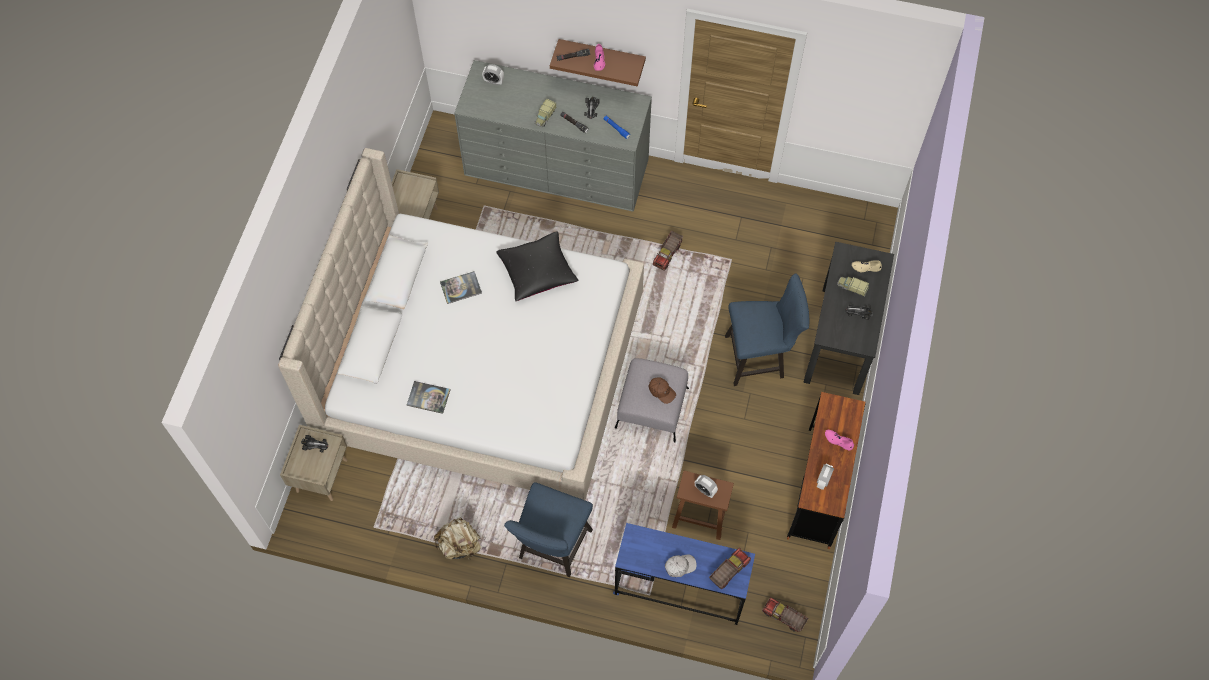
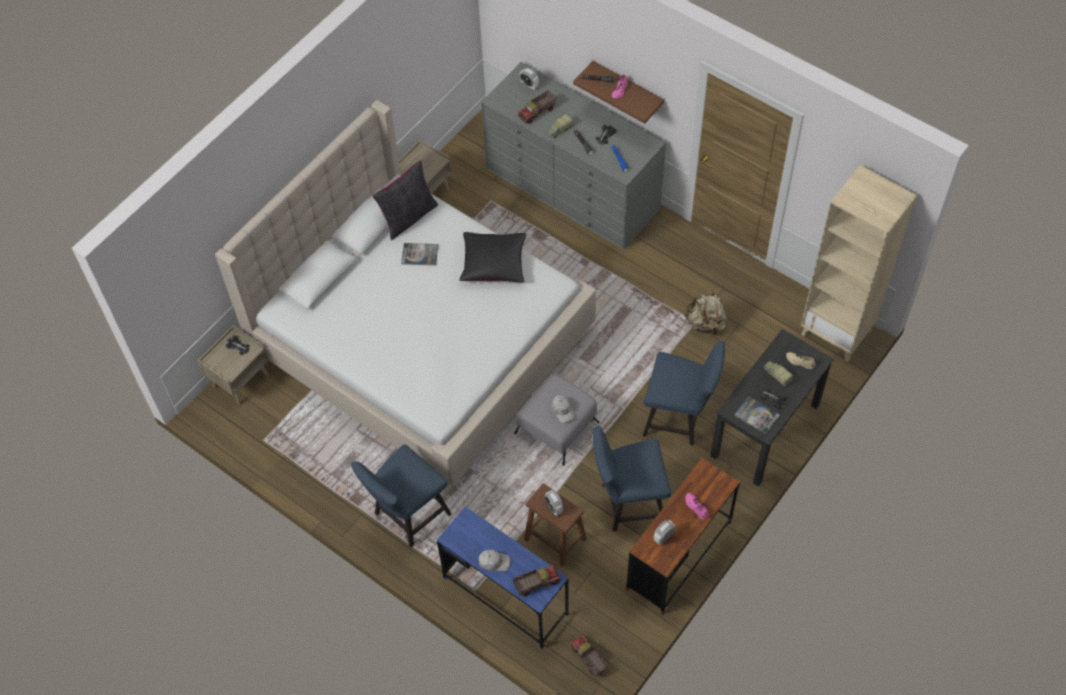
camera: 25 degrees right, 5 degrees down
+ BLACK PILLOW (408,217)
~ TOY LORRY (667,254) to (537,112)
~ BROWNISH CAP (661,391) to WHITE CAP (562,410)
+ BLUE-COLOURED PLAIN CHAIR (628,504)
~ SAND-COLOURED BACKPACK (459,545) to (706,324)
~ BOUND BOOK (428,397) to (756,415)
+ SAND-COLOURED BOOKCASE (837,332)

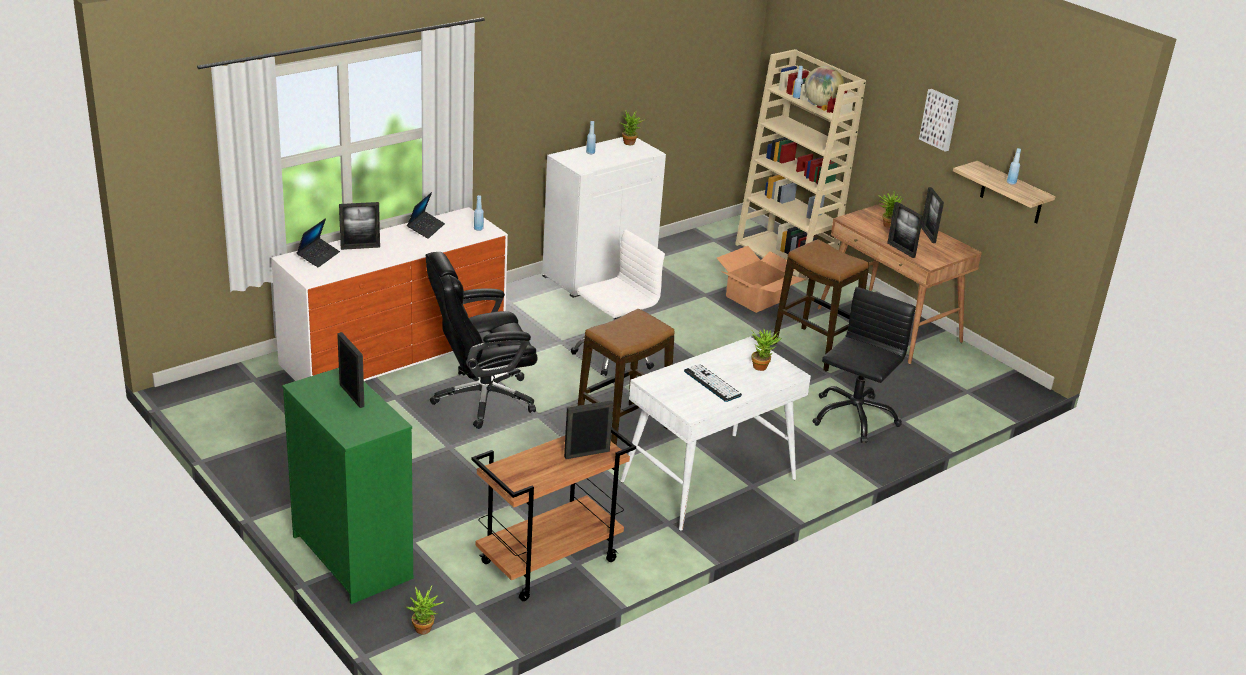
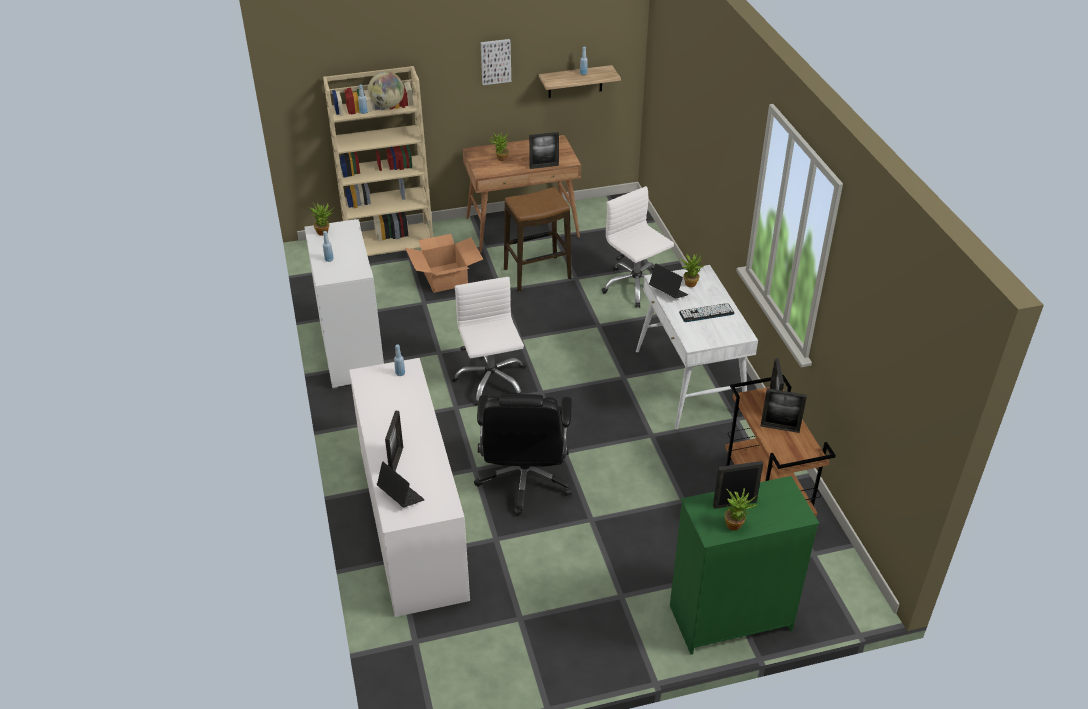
camera: 65 degrees left, 10 degrees up
~ BLACK DESK CHAIR (853,416) to WHITE DESK CHAIR (635,286)
~ LAPTOP (426,228) to (668,292)
~ POTTED PLANT (425,631) to (736,524)
~ PHOTO FRAME (928,235) to (780,428)
- SITTING STOOL (622,429)

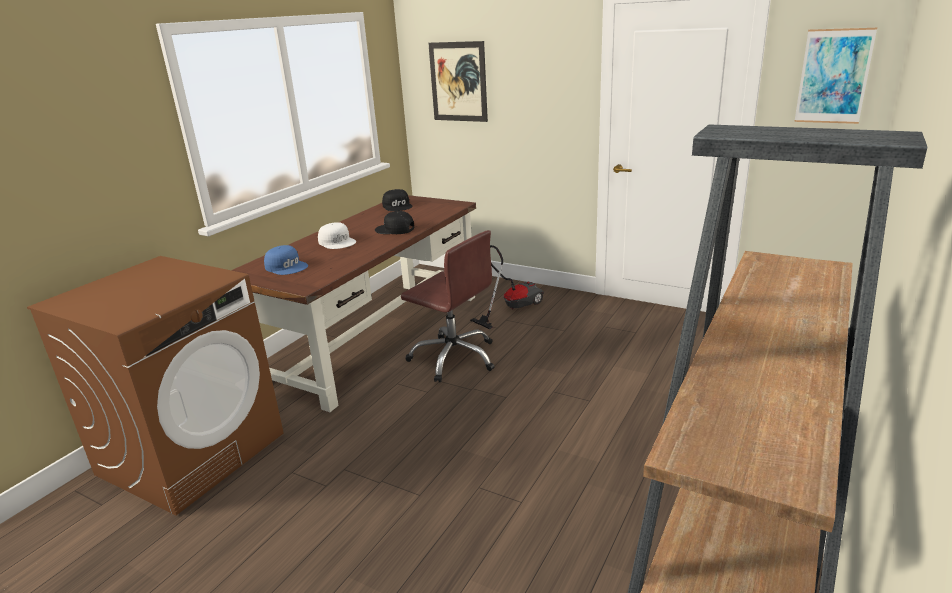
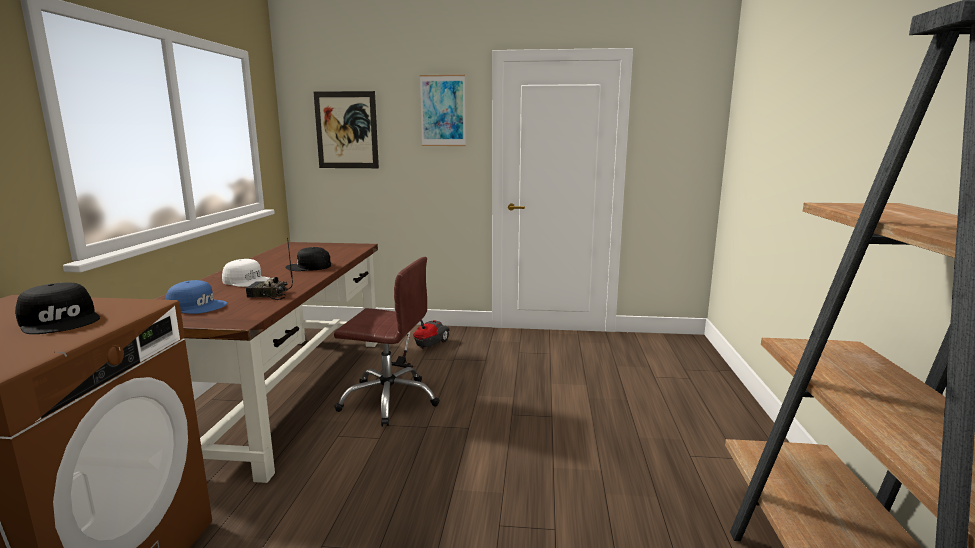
camera: 25 degrees left, 10 degrees down
~ BLACK CAP (398,206) to (61,320)
+ RADIO (268,295)
~ WALL ART (833,76) to (443,111)

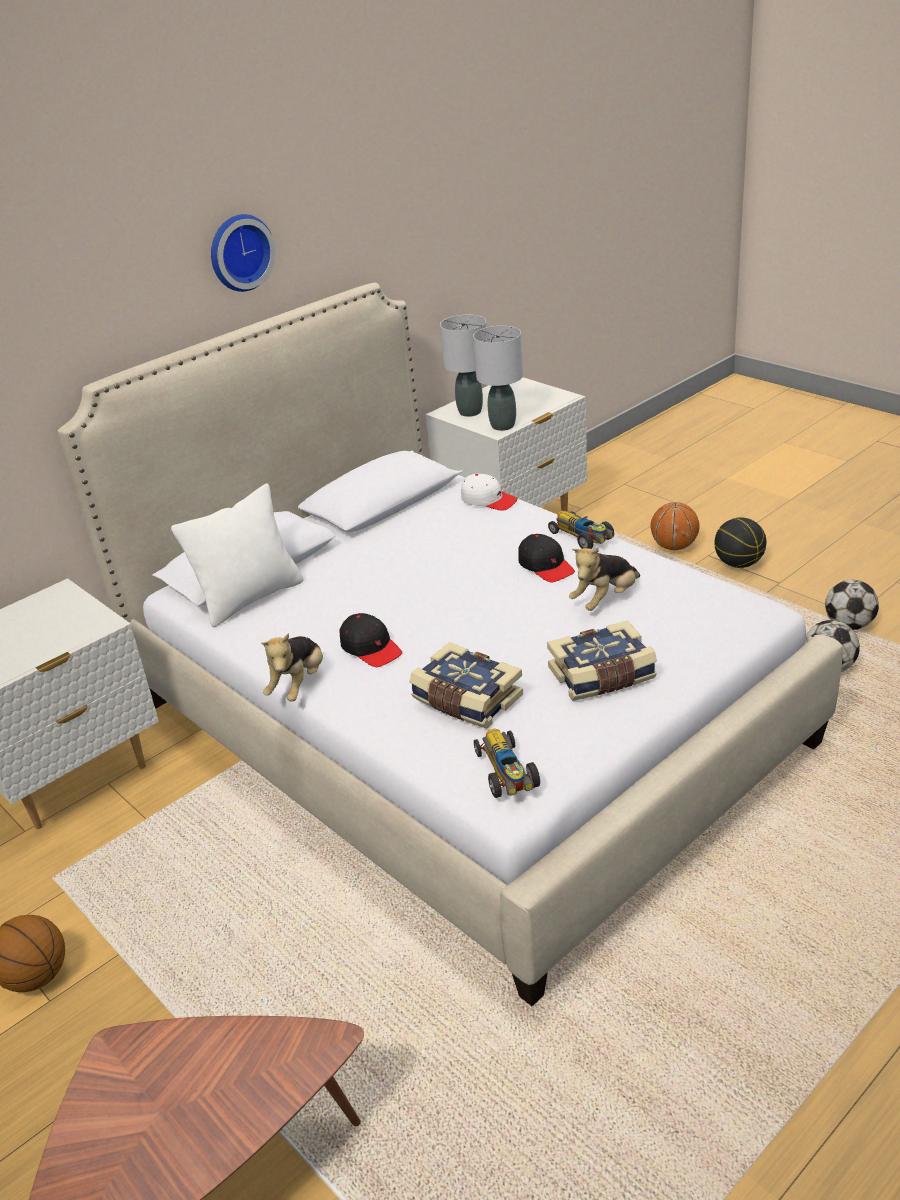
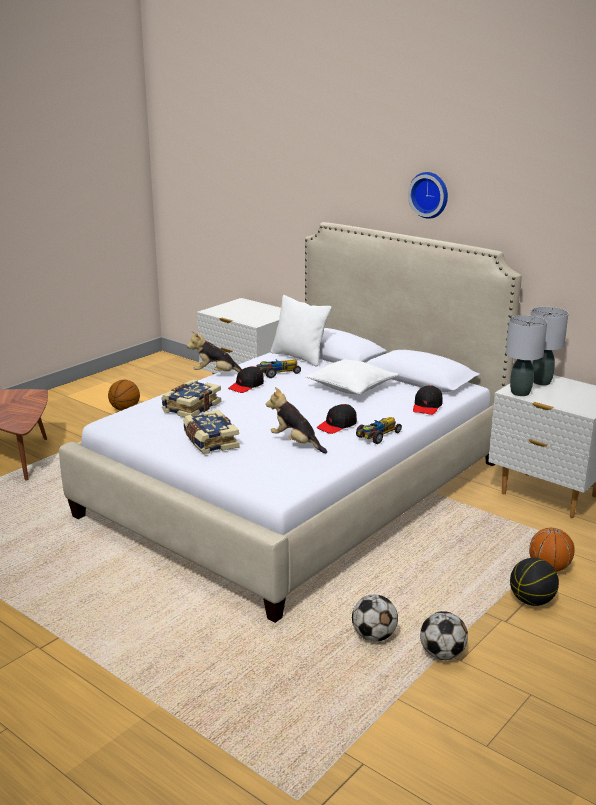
camera: 80 degrees right, 10 degrees down
~ TOY CAR (507,774) to (277,373)
+ WHITE PILLOW (351,387)
~ WHITE CAP (488,500) to BLACK CAP (427,406)

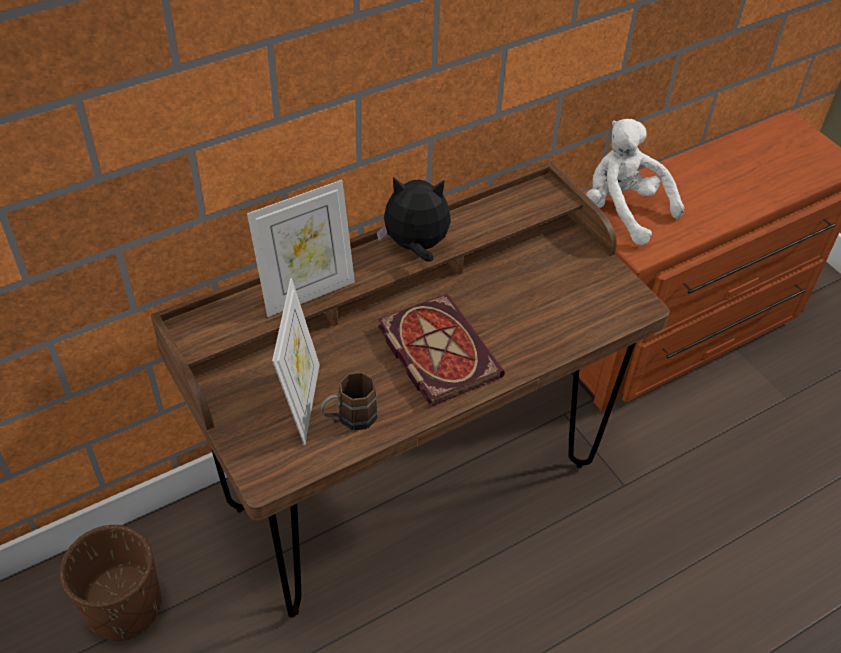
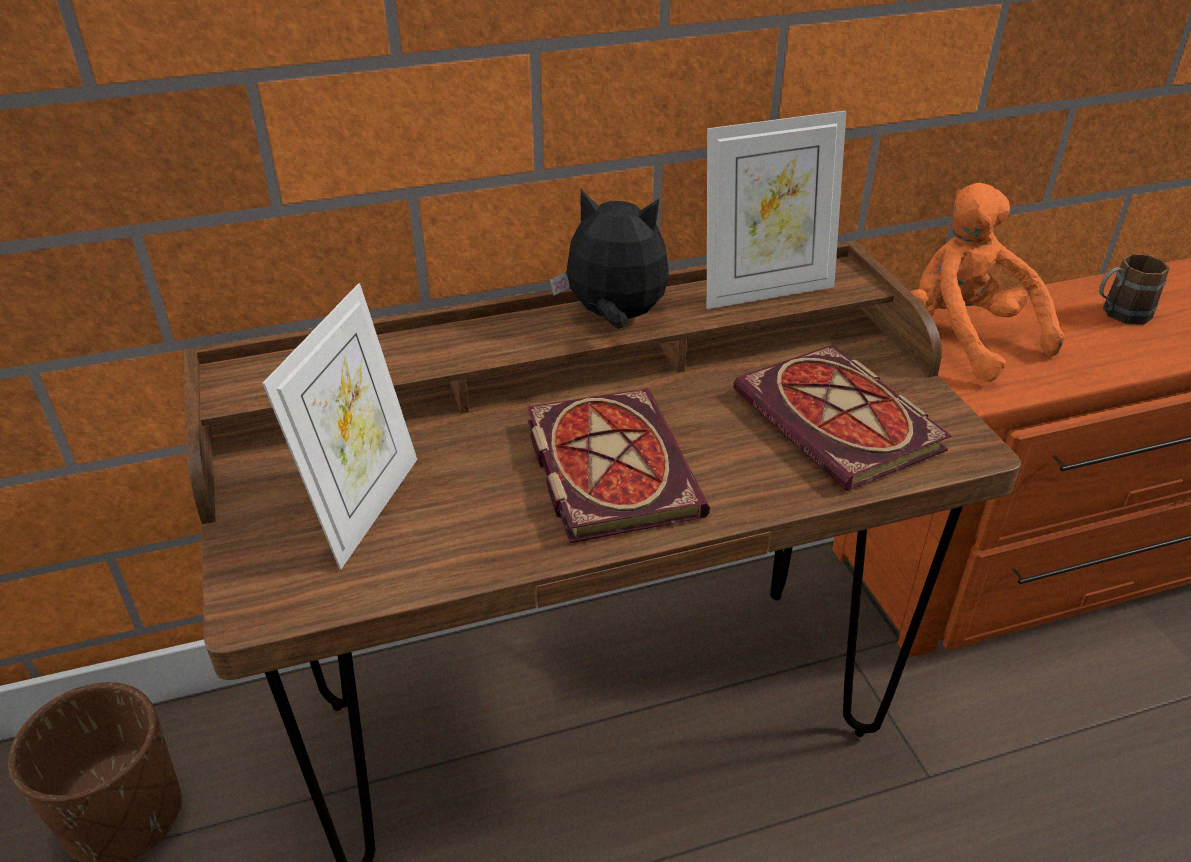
camera: 15 degrees right, 10 degrees down
~ PHOTO FRAME (307,292) to (765,290)
+ BOUND BOOK (843,423)
~ WHITE SOFT TOY (623,211) to ORANGE SOFT TOY (964,338)
~ BROWNISH MUG (349,419) to (1118,314)

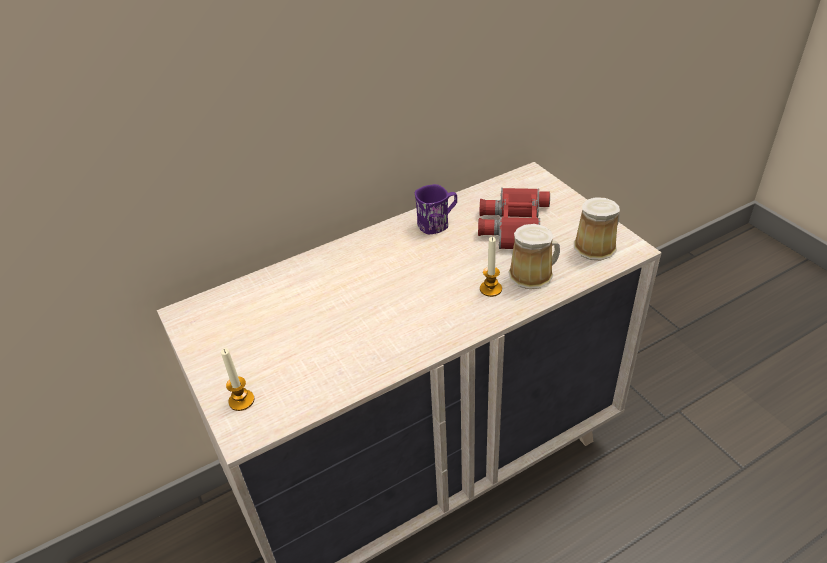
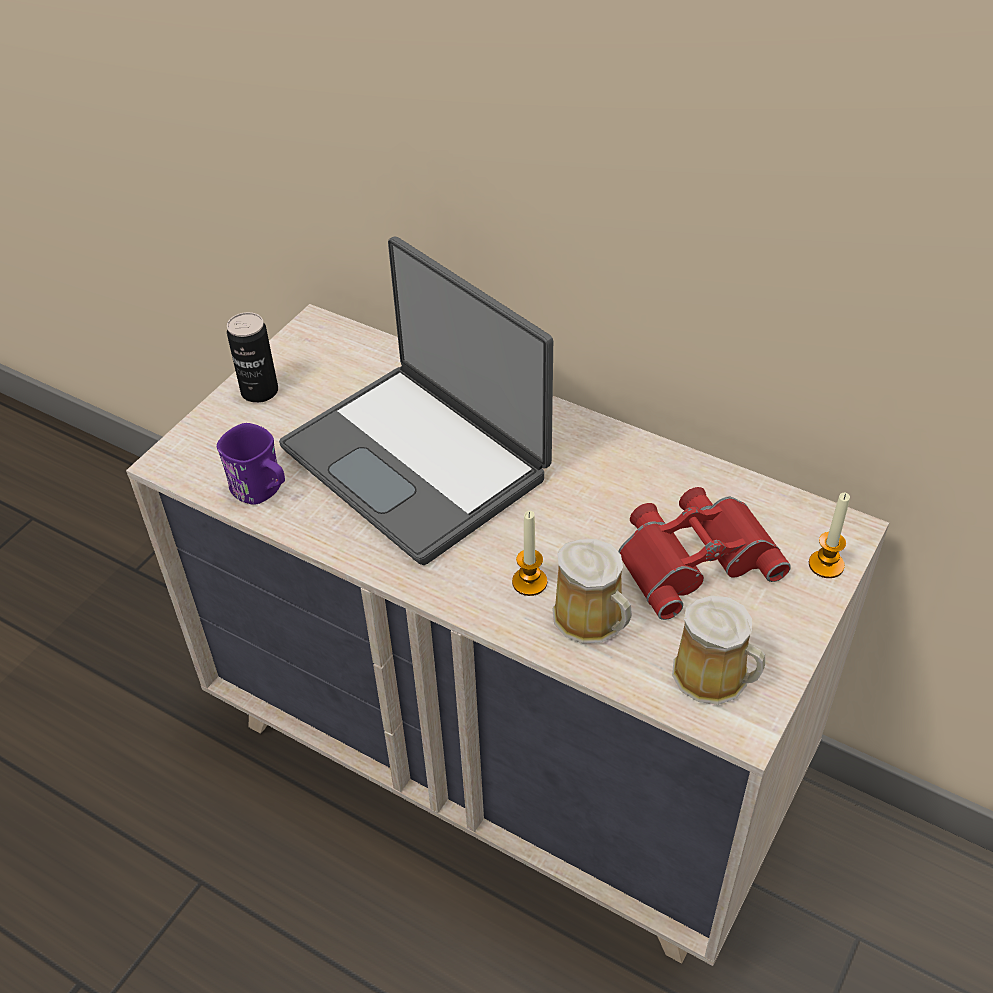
camera: 60 degrees right, 5 degrees up
~ PURPLISH MUG (438,223) to (262,490)
+ SEALED CAN (259,391)
+ LAPTOP (418,461)
~ WAX LIGHT (241,400) to (826,565)

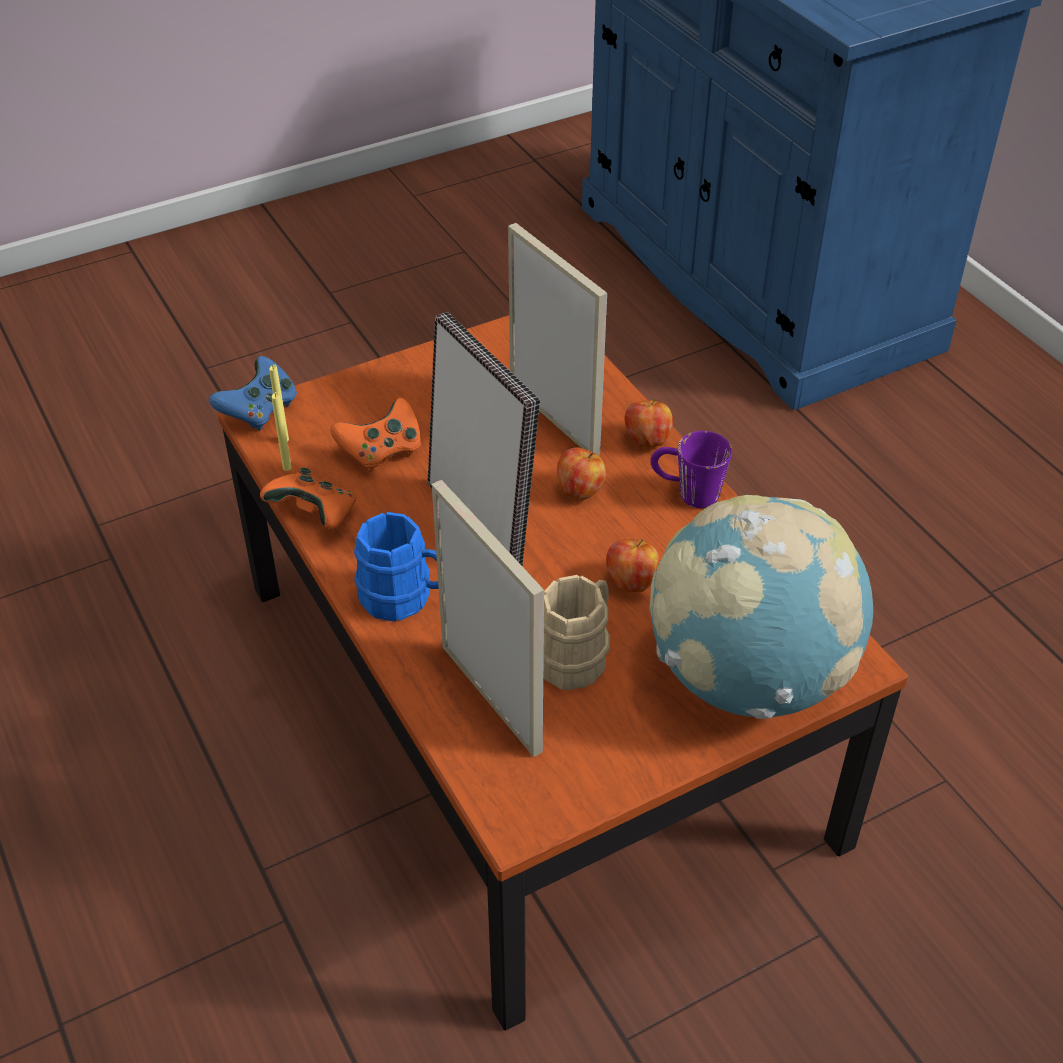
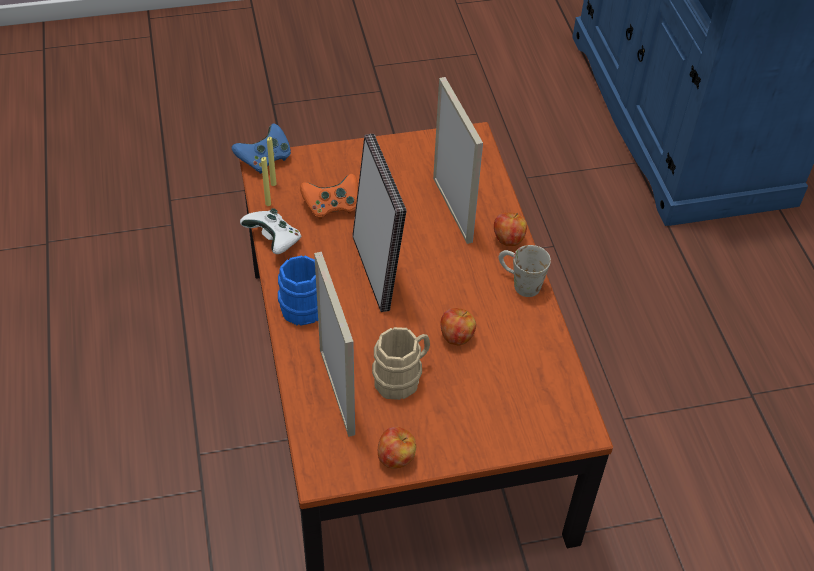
camera: 15 degrees right, 5 degrees up
~ ORANGE JOYPAD (315,515) to WHITE JOYPAD (274,241)
~ APPLE FRUIT (580,491) to (396,458)
~ PURPLISH MUG (686,492) to WHITE MUG (519,283)
- WORLD GLOBE (749,677)

